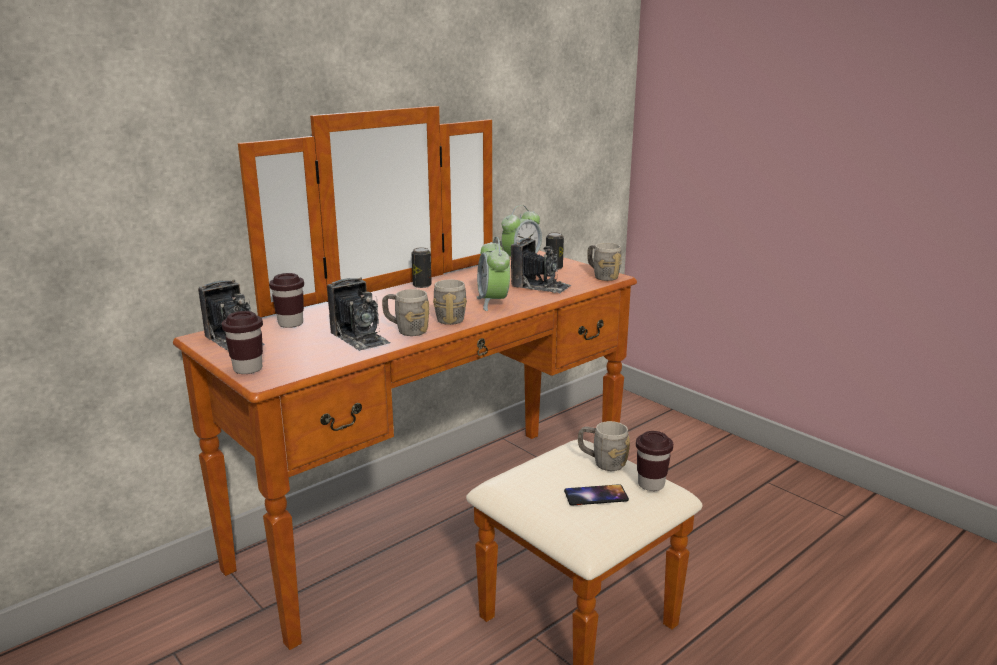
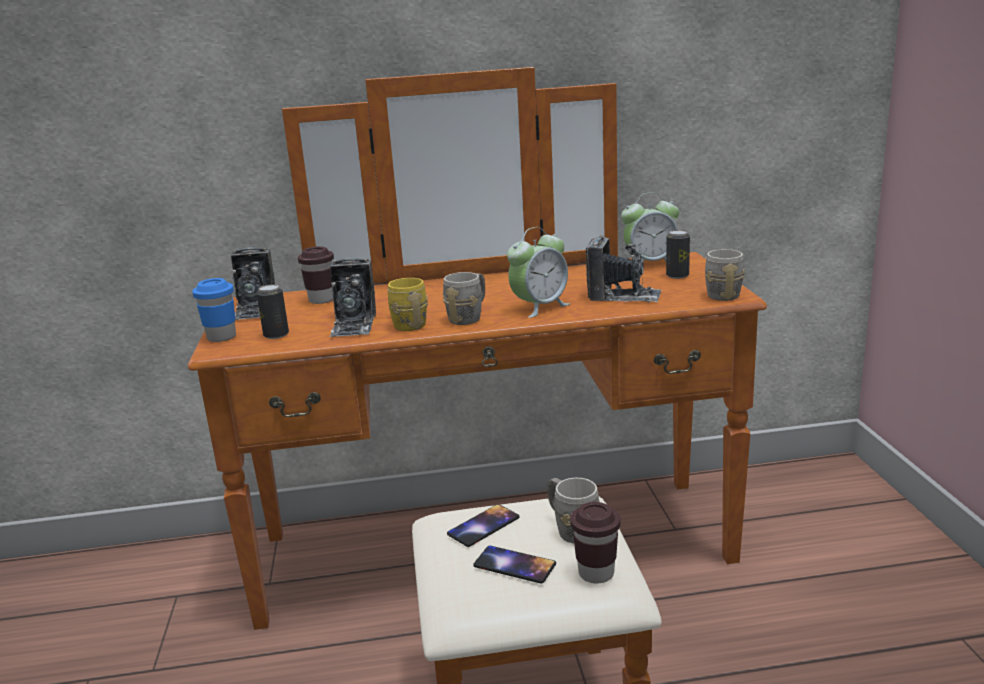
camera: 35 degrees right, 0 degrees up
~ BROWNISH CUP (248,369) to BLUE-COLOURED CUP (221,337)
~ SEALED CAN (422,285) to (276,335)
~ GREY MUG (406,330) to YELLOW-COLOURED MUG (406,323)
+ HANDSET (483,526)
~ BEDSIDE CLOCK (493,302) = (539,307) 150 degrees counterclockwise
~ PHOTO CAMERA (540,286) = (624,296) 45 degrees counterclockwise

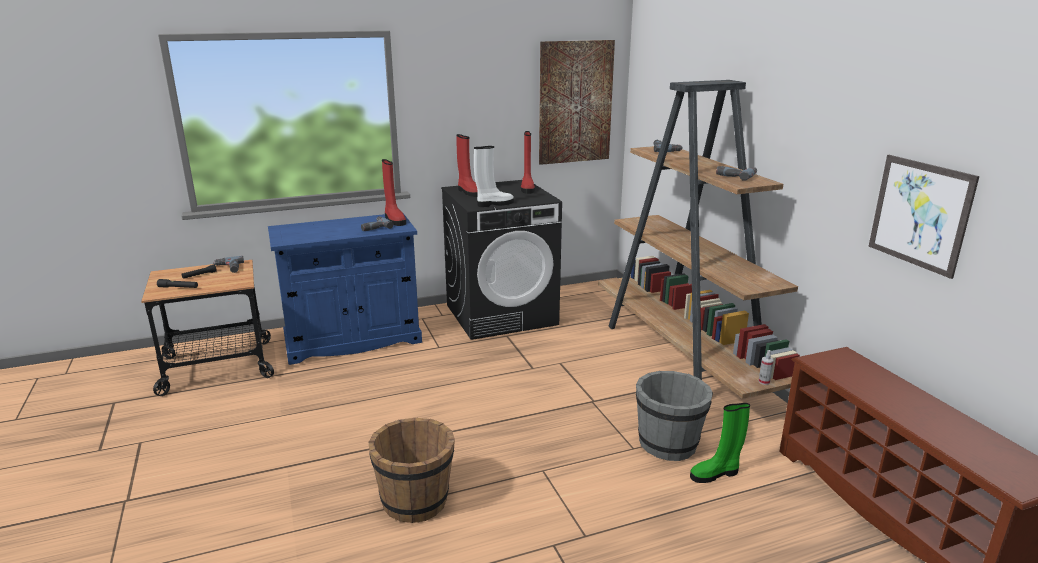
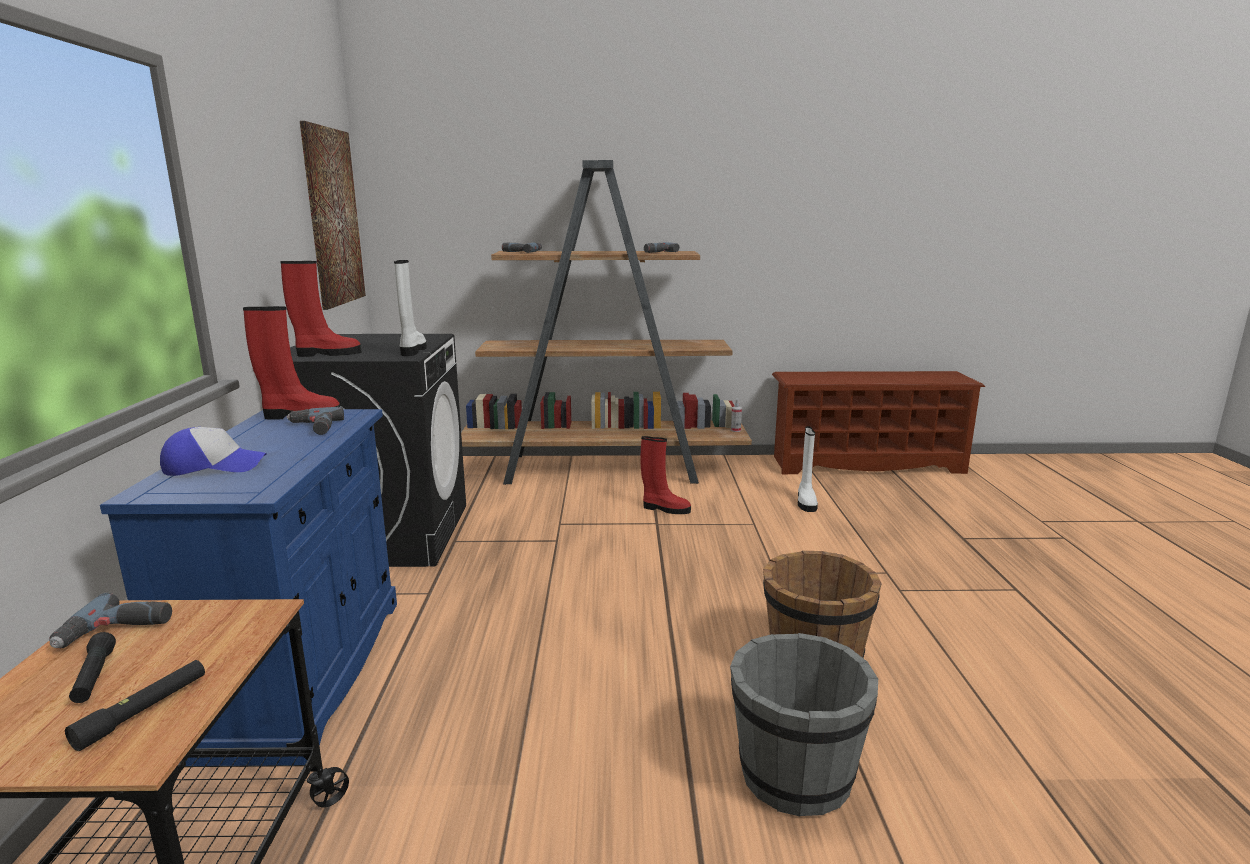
camera: 70 degrees left, 5 degrees down
+ CAP (214,466)
~ REDDISH HIGH-TOP BOOT (527,188) to (665,509)
~ GREY BUCKET (668,444) to (794,775)
~ GREEN HIGH-TOP BOOT (715,474) to WHITE HIGH-TOP BOOT (805,502)
- WALL ART (920,214)

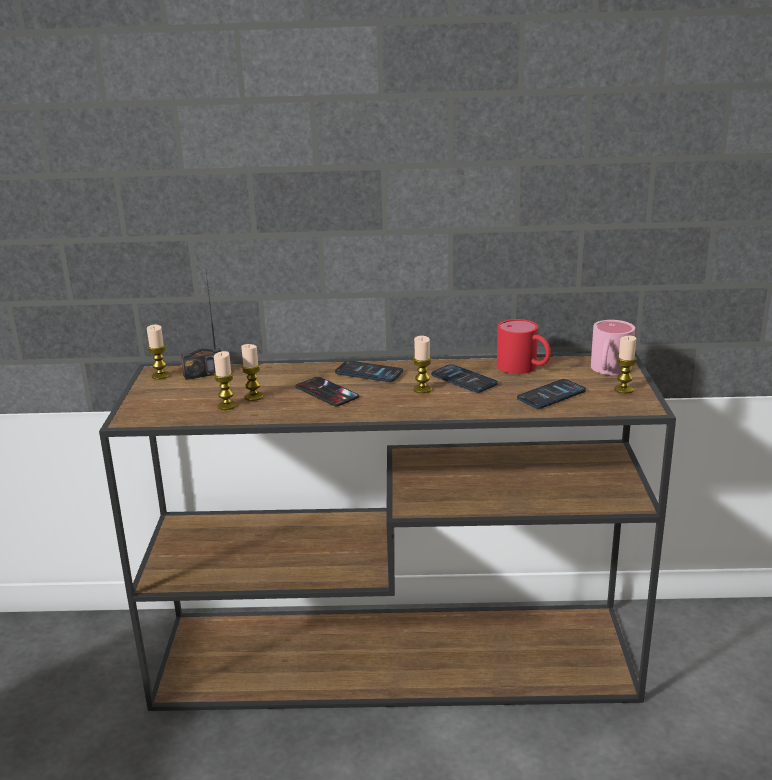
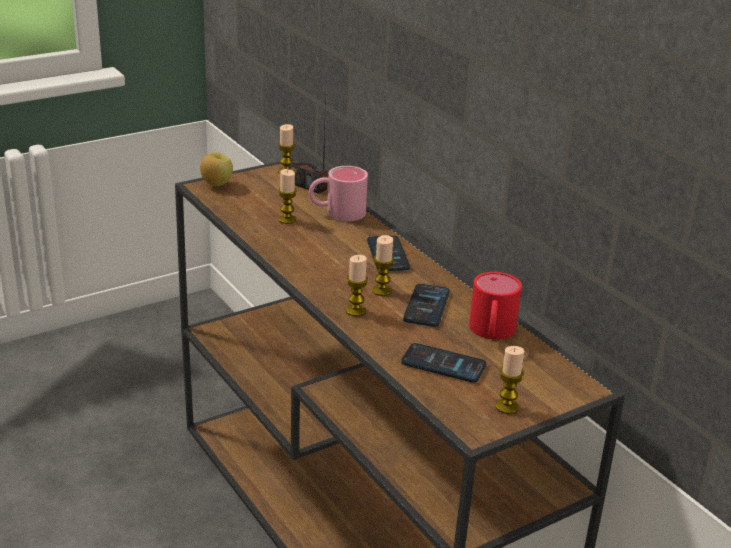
camera: 55 degrees right, 5 degrees up
+ APPLE FRUIT (216,184)
~ PINKISH MUG (608,370) to (337,212)
~ WAX LIGHT (227,406) to (355,311)
- HANDSET (326,392)

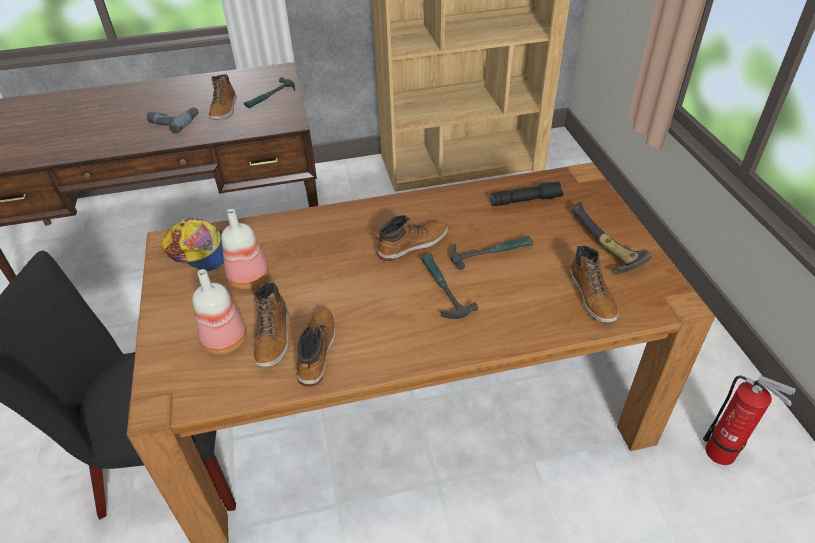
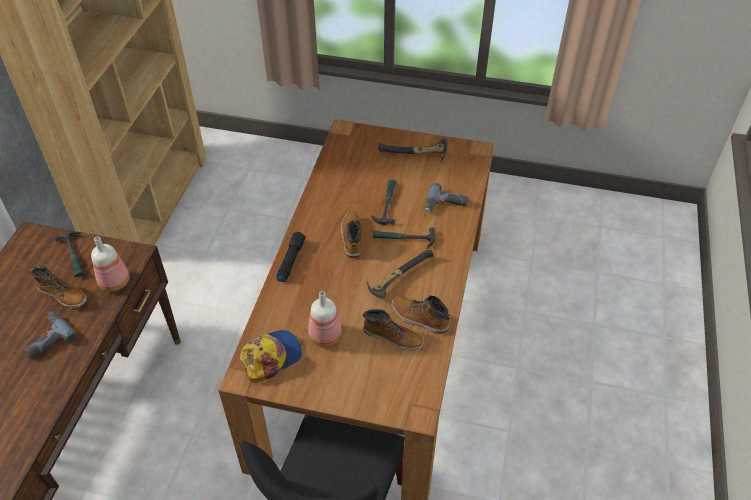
camera: 65 degrees left, 5 degrees up
~ DRINK BOTTLE (226,341) to (115,281)
~ BLACK HAND TORCH (526,200) to (290,260)
+ HAND HAMMER (397,278)
+ POWER DRILL (445,205)
- HIGH-TOP BOOT (592,297)
- EXTINGUISHER (724,454)

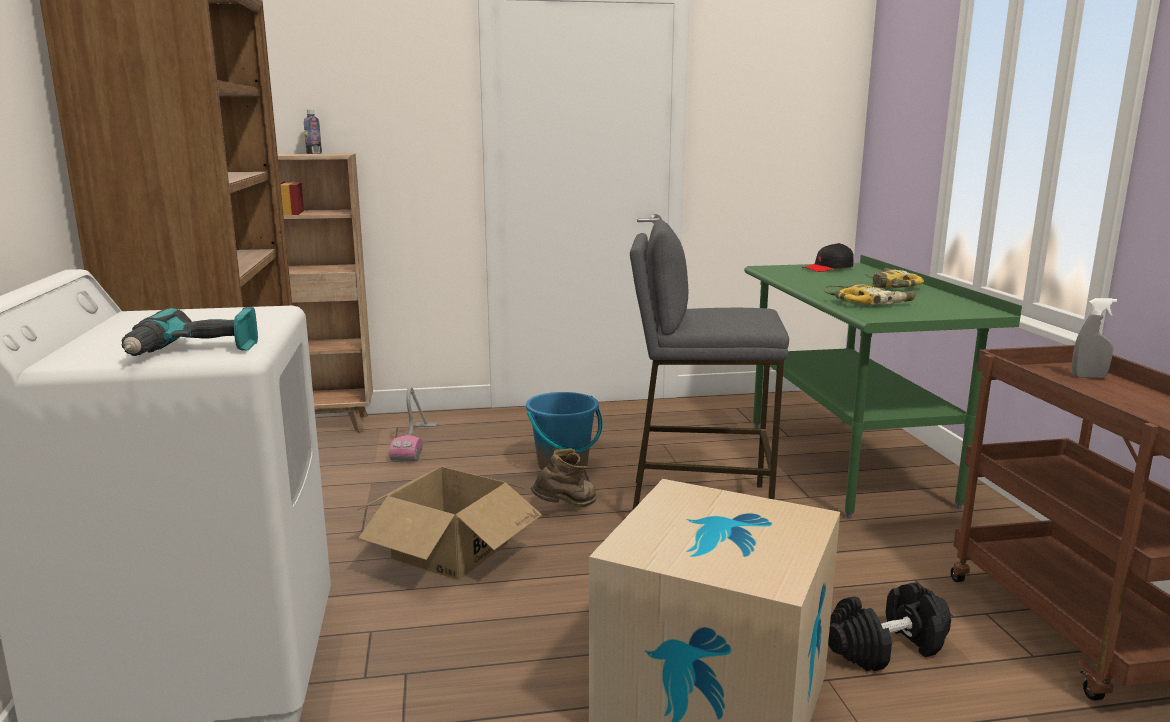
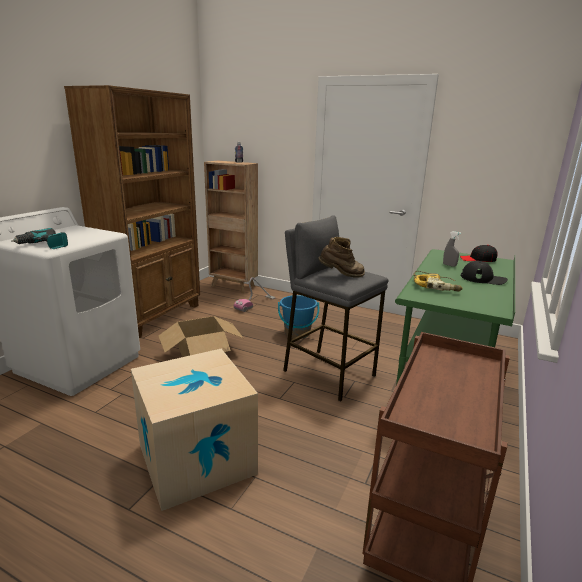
camera: 35 degrees right, 5 degrees up
~ BROWNISH HIGH-TOP BOOT (566,508) to (341,275)
~ GREY HAND SPRAYER (1088,377) to (449,265)
~ POWER DRILL (889,286) to BLACK CAP (483,279)
- BLACK FREE WEIGHT (886,648)

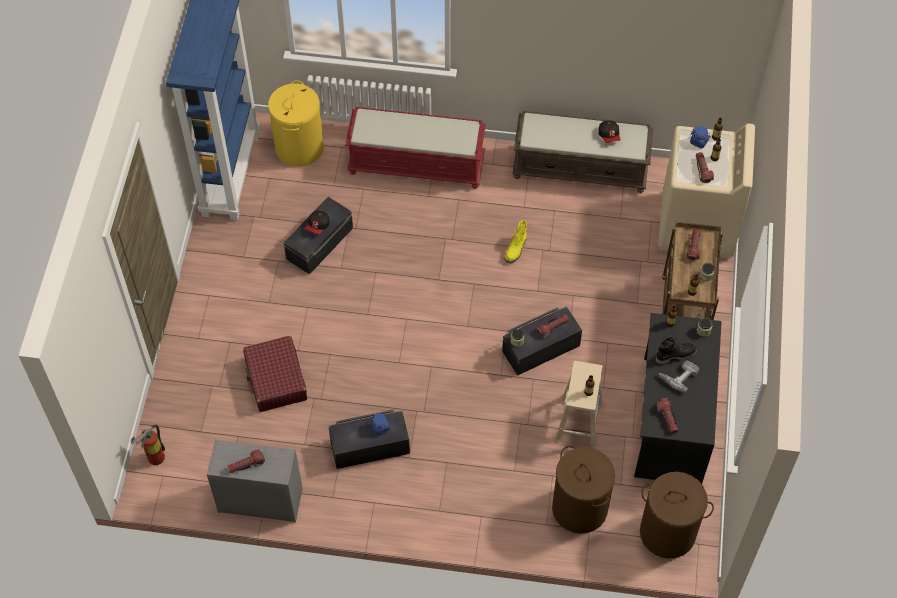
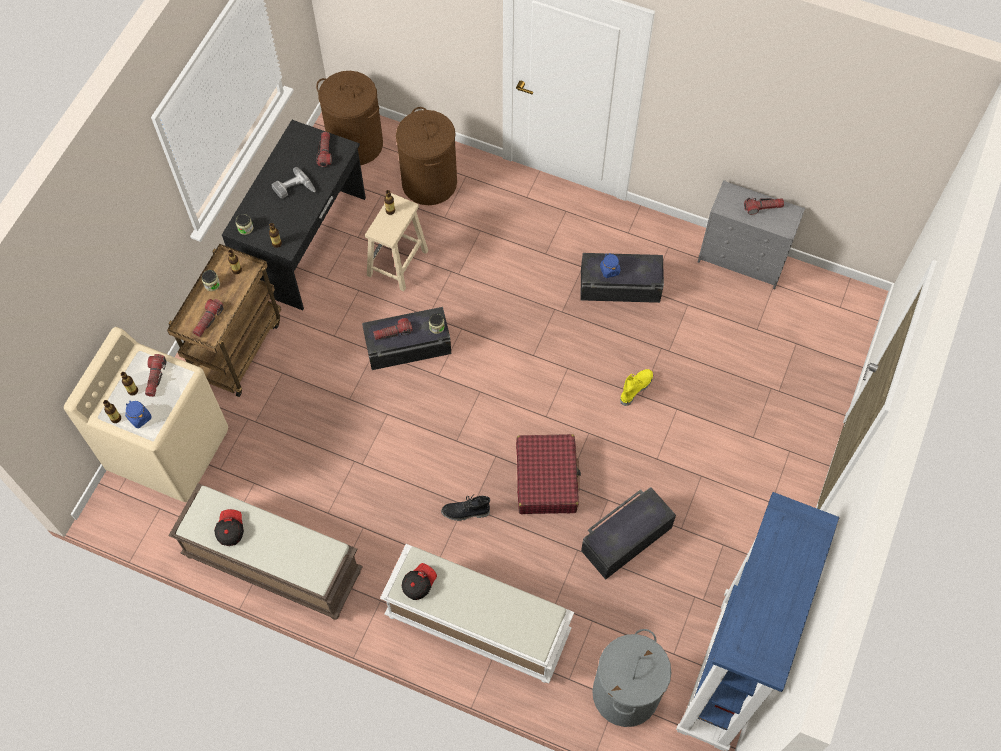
camera: 165 degrees left, 5 degrees up
~ REDDISH BENCH (417,164) to WHITE BENCH (476,625)
~ CAP (318,226) to (418,583)
~ BLACK HIGH-TOP BOOT (675,355) to (465,513)
~ REDDISH TRAVEL CASE (276,379) to (546,479)
~ YELLOW-COLOURED HAMPER (299,147) to GREY HAMPER (626,693)
~ YELLOW-COLOURED HIGH-TOP BOOT (516,250) to (635,388)
- EXTINGUISHER (153,458)

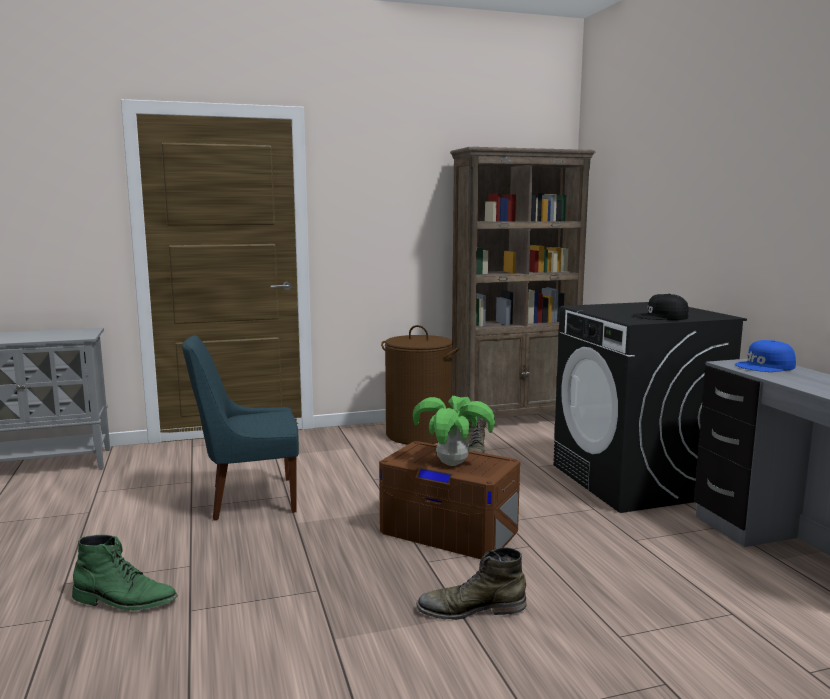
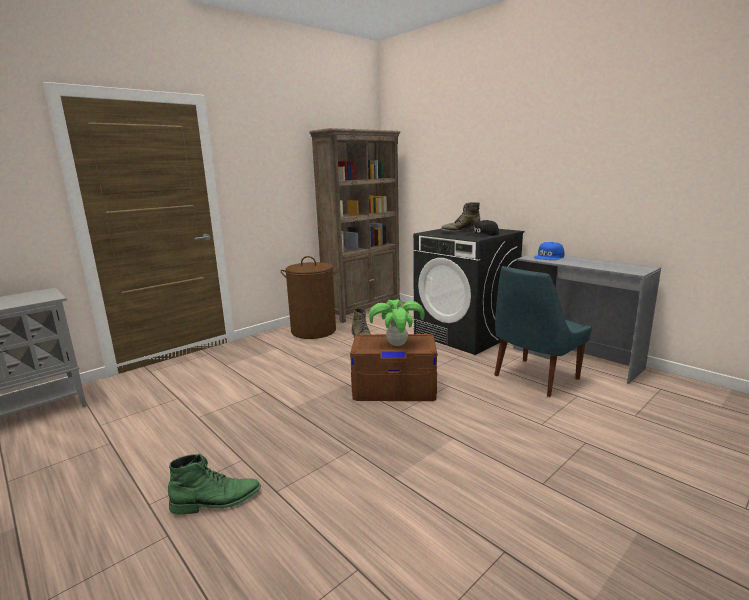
camera: 25 degrees left, 5 degrees up
~ GREEN HIGH-TOP BOOT (471,609) to (460,230)
~ BLUE-COLOURED PLAIN CHAIR (249,499) to (534,378)

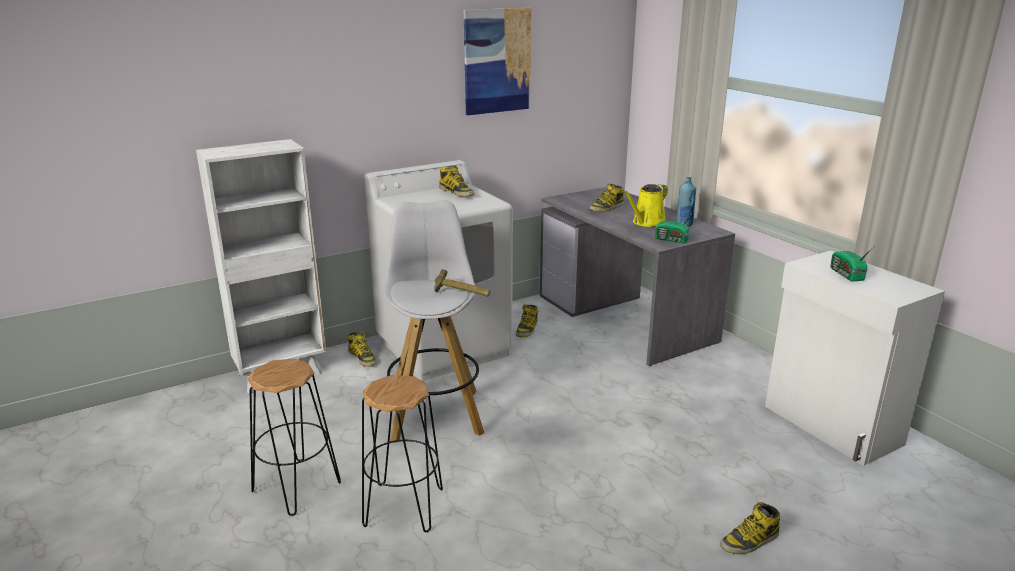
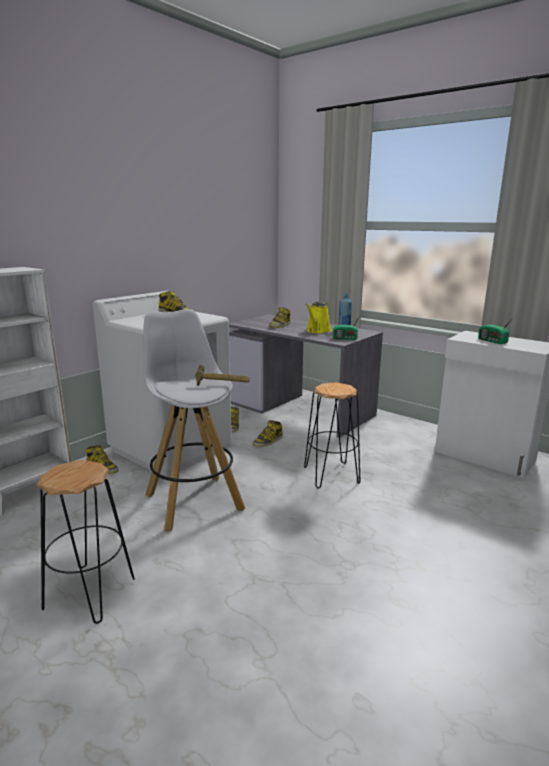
camera: 20 degrees left, 5 degrees down
~ HIGH-TOP BOOT (749,541) to (268,441)
~ BLACK SITTING STOOL (403,506) to (331,475)
- WALL ART (497,61)

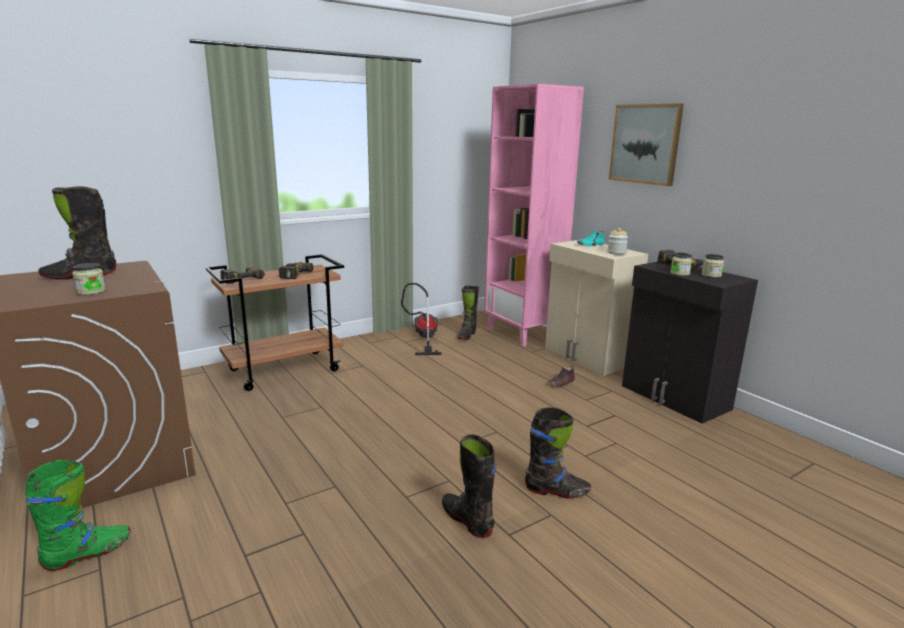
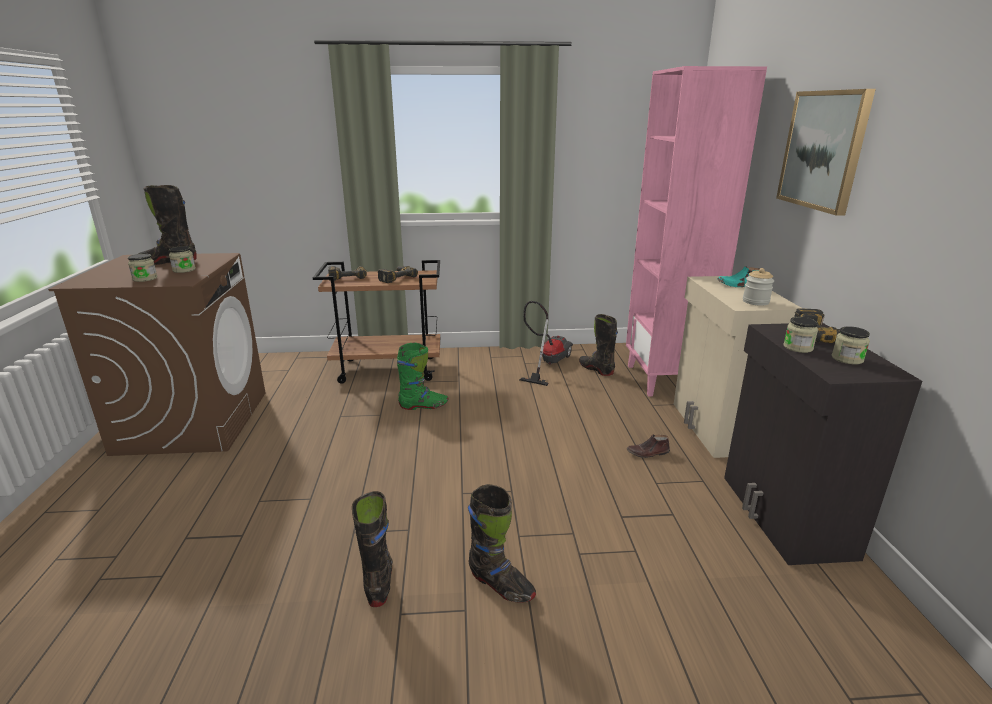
camera: 30 degrees right, 5 degrees up
+ PRESERVE JAR (184,270)
~ GREEN HIGH-TOP BOOT (88,553) to (423,406)
~ BLACK HIGH-TOP BOOT (466,336) = (596,369) 90 degrees clockwise

